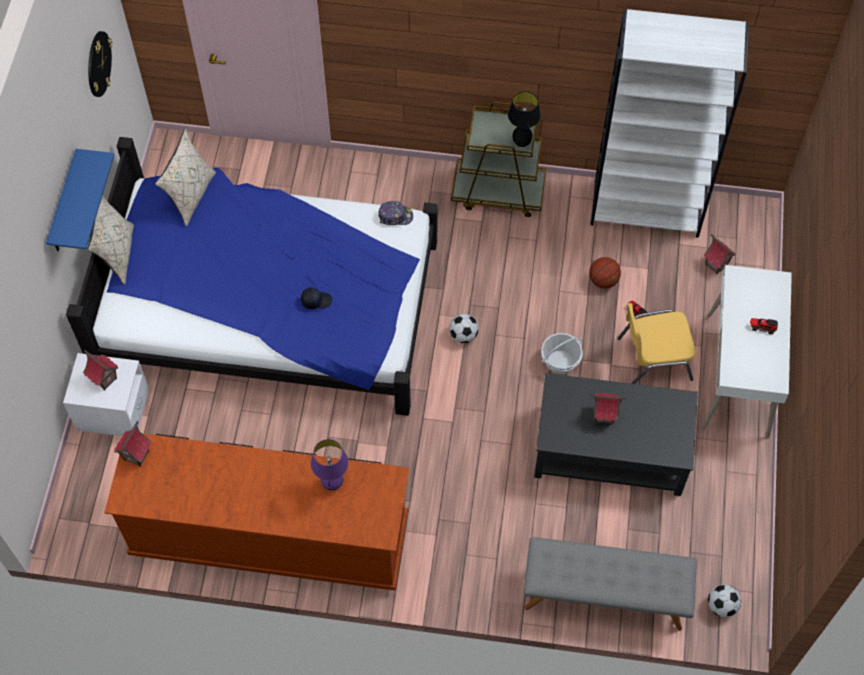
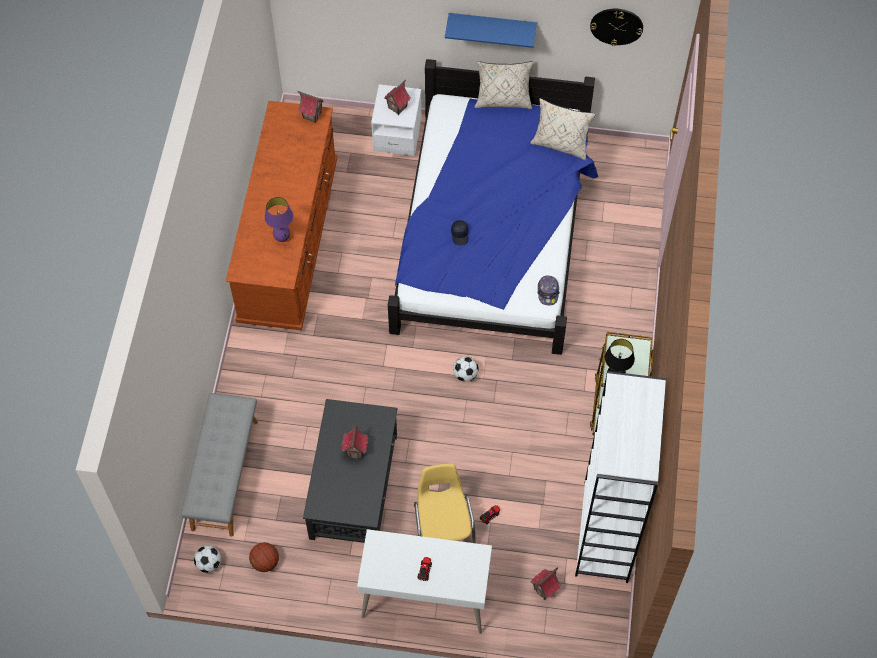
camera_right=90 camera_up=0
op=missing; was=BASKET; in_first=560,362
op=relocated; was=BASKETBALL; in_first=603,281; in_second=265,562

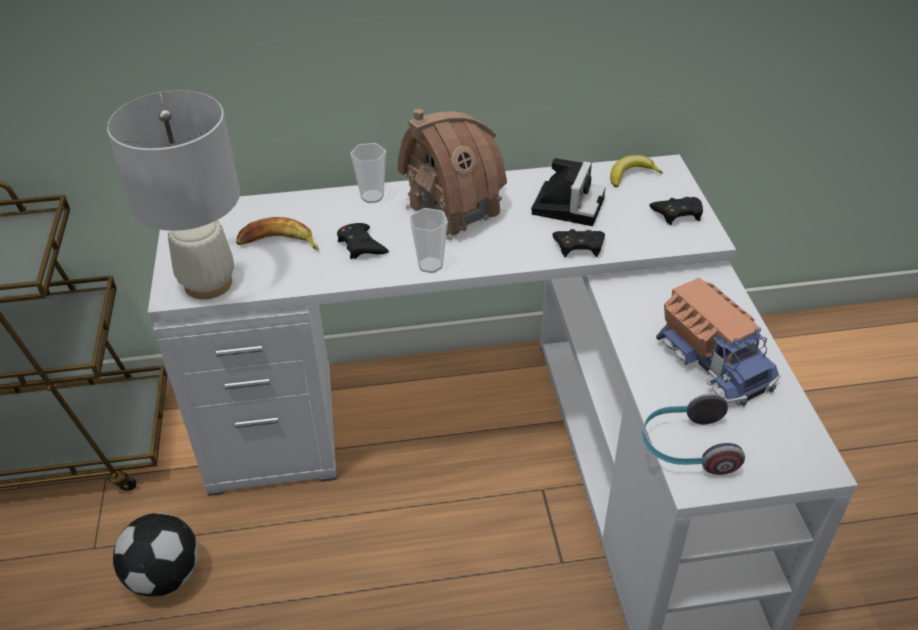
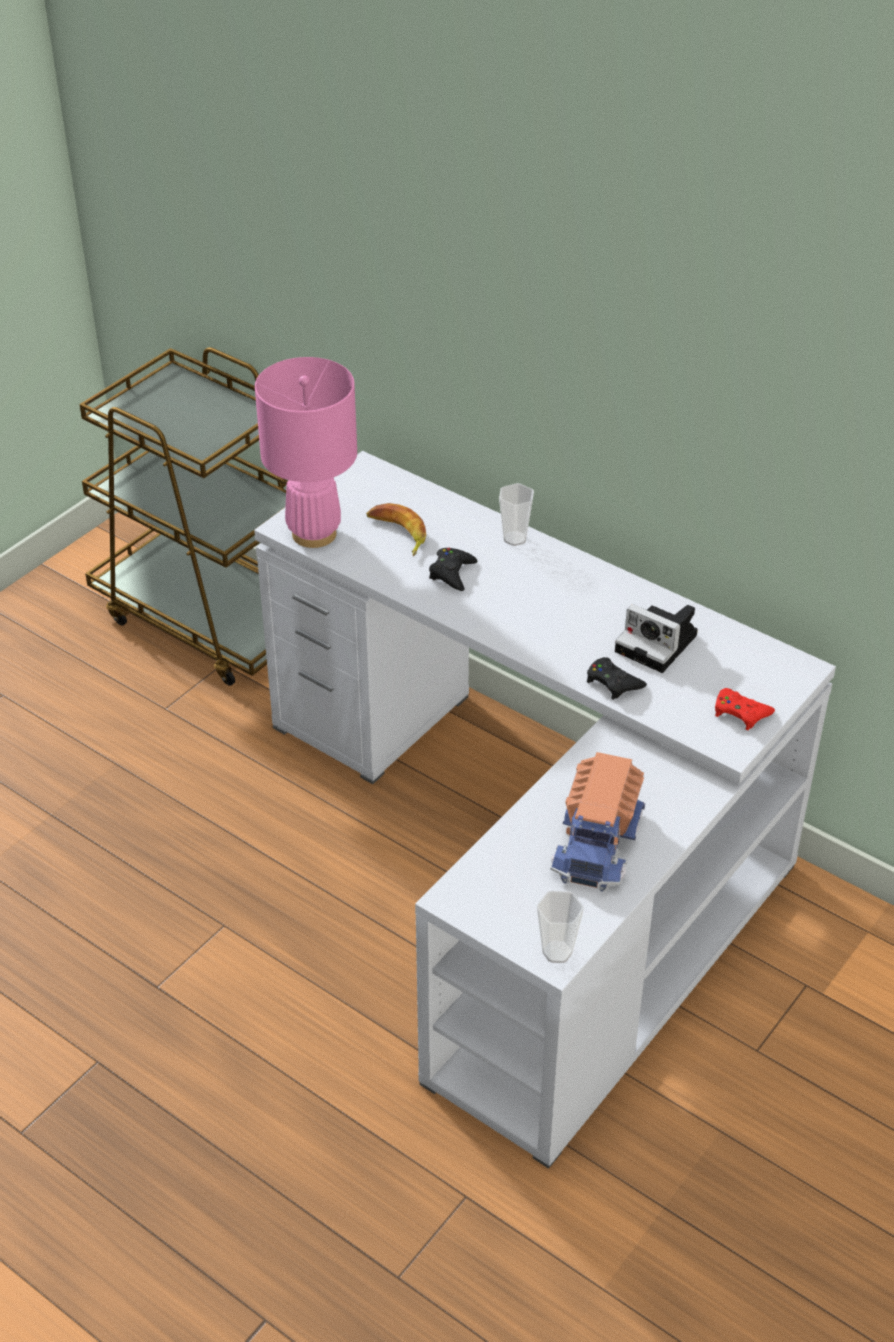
camera_right=45 camera_up=0
op=colour; was=WHITE TABLE LAMP; now=PINK TABLE LAMP; in_first=207,283; in_second=313,533
op=missing; was=FOOTBALL; in_first=164,575
op=missing; was=TOY HOUSE; in_first=454,209
op=relocated; was=CUP; in_first=430,265; in_second=557,952
op=spun; was=PHOTO CAMERA; in_first=567,204; in_second=659,644; clockwise=60
op=missing; was=BANANA; in_first=631,175
op=missing; was=HEADPHONES; in_first=686,448
op=colour; was=BLACK GAME CONTROLLER; now=RED GAME CONTROLLER; in_first=678,213; in_second=740,712

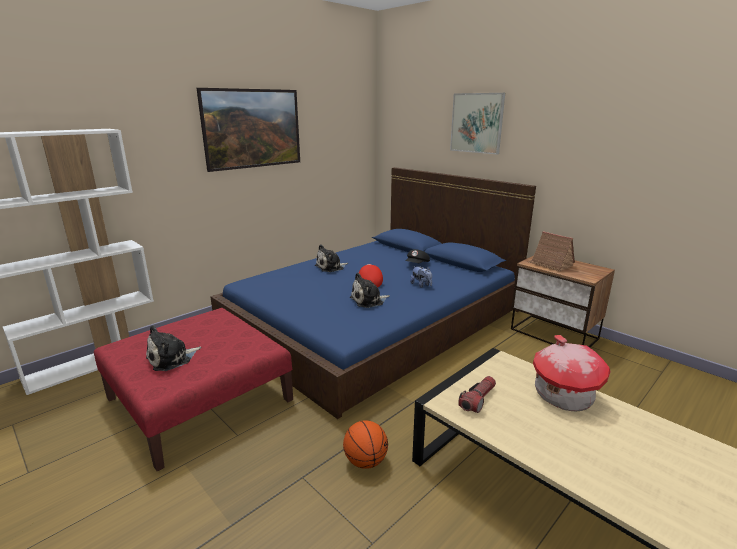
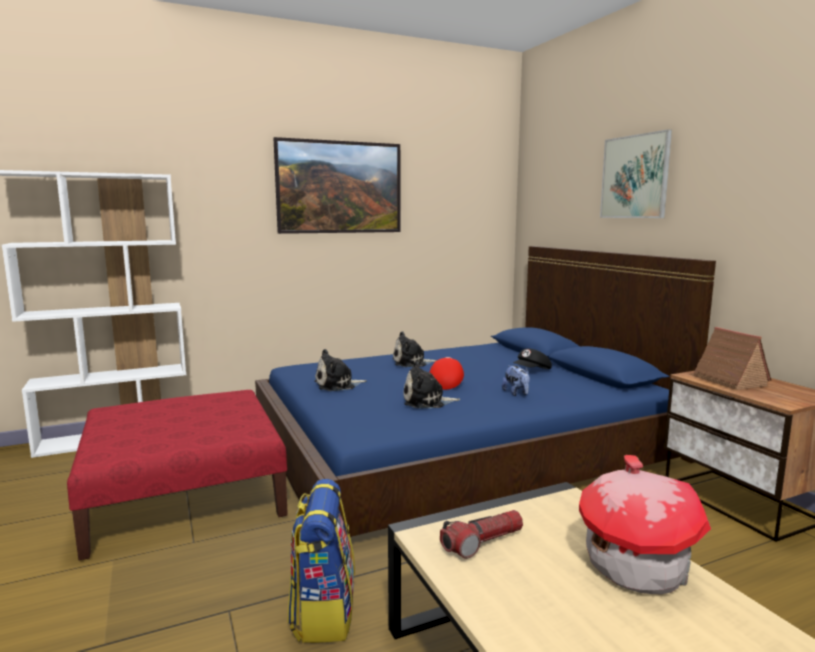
camera_right=20 camera_up=-10
op=relocated; was=PLUSH TOY; in_first=172,359; in_second=337,385
op=exchanged; was=BASKETBALL; now=BACKPACK; in_first=365,461; in_second=323,612

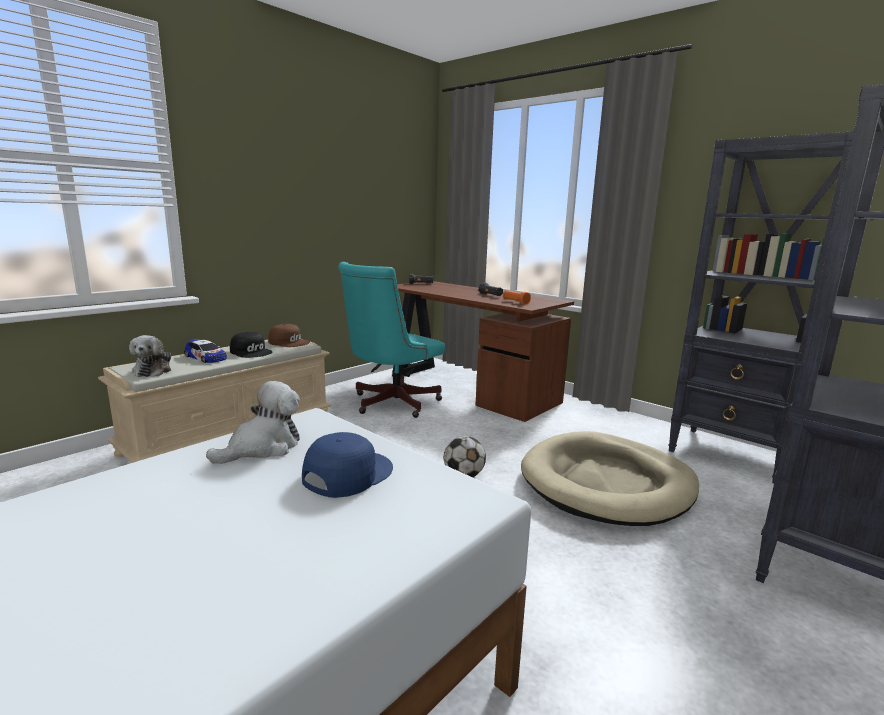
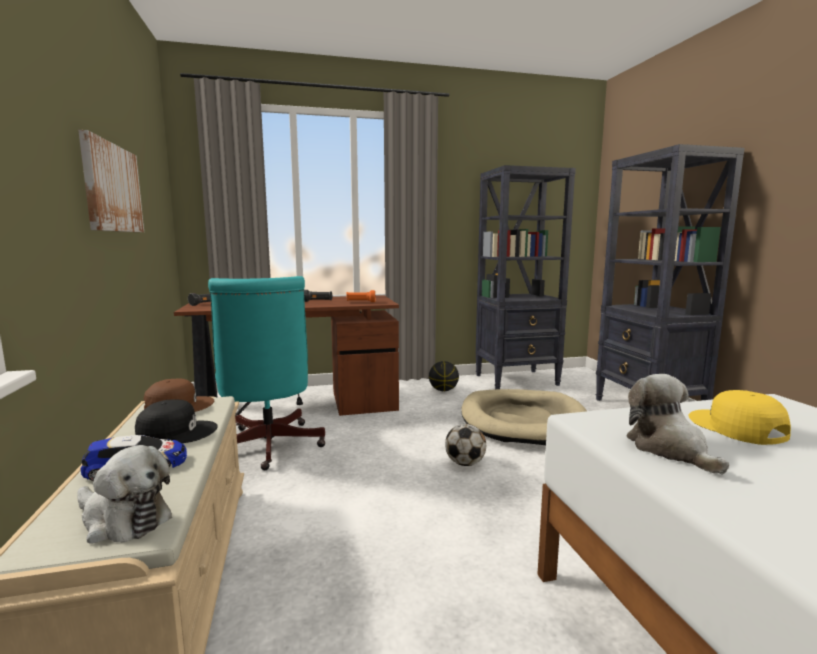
camera_right=-55 camera_up=-5
op=colour; was=BLUE CAP; now=YELLOW CAP; in_first=347,474; in_second=735,427
op=appeared; now=PICTURE; in_second=112,188
op=appeared; now=BASKETBALL; in_second=443,390

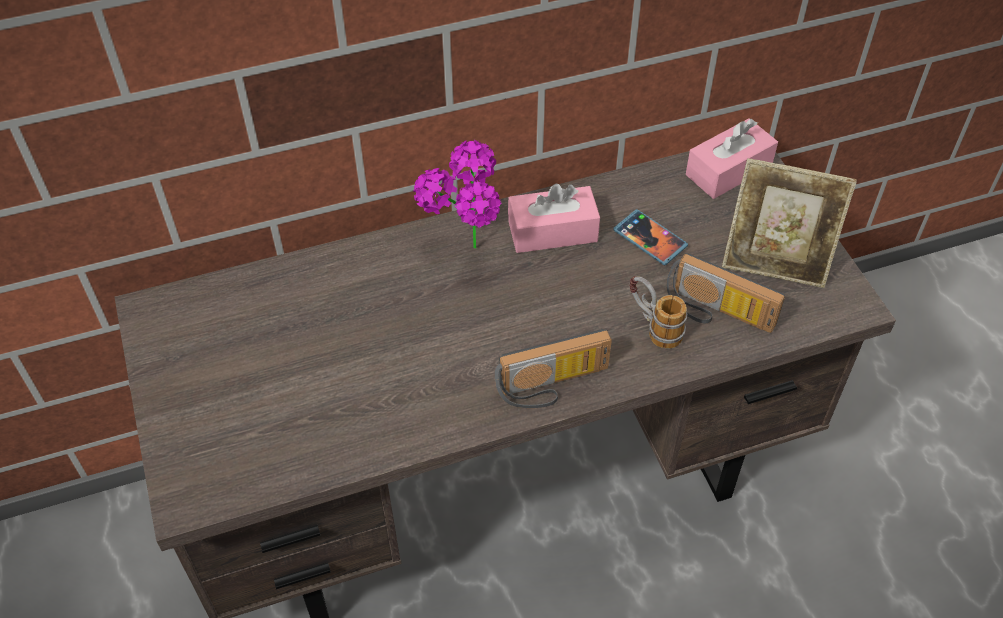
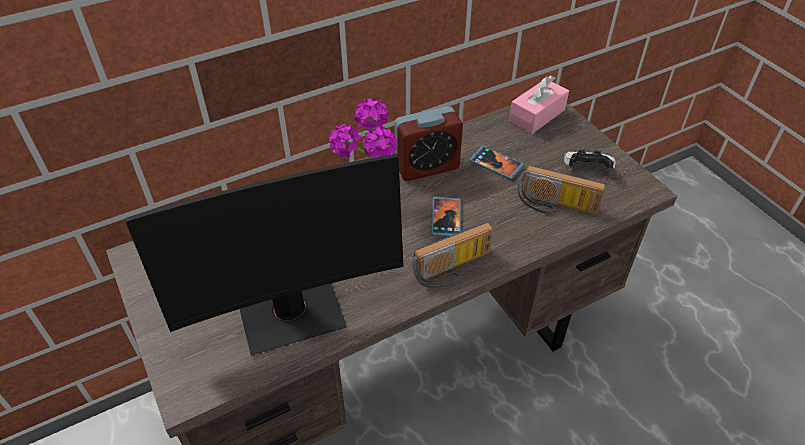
camera_right=-10 camera_up=-5
op=exchanged; was=PINK TISSUE BOX; now=ALARM CLOCK; in_first=552,231; in_second=427,167
op=missing; was=MUG; in_first=653,326
op=exchanged; was=PICTURE FRAME; now=GAME CONTROLLER; in_first=775,263; in_second=585,169
op=appeared; now=MONITOR; in_second=291,312
op=appeared; now=PHONE; in_second=446,218

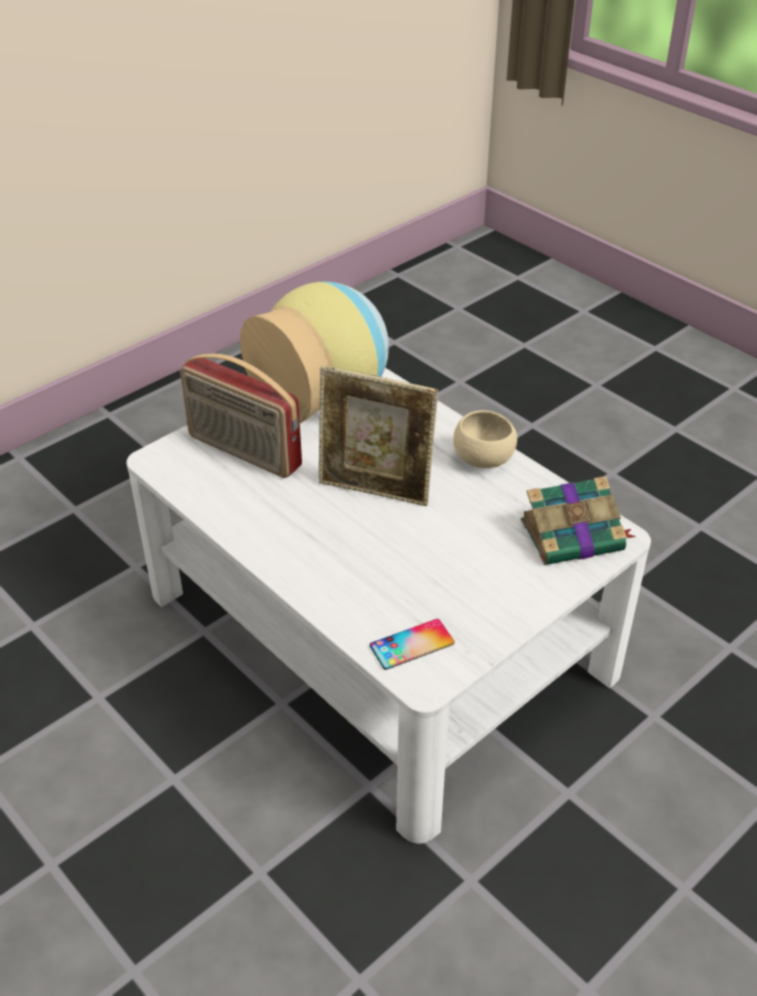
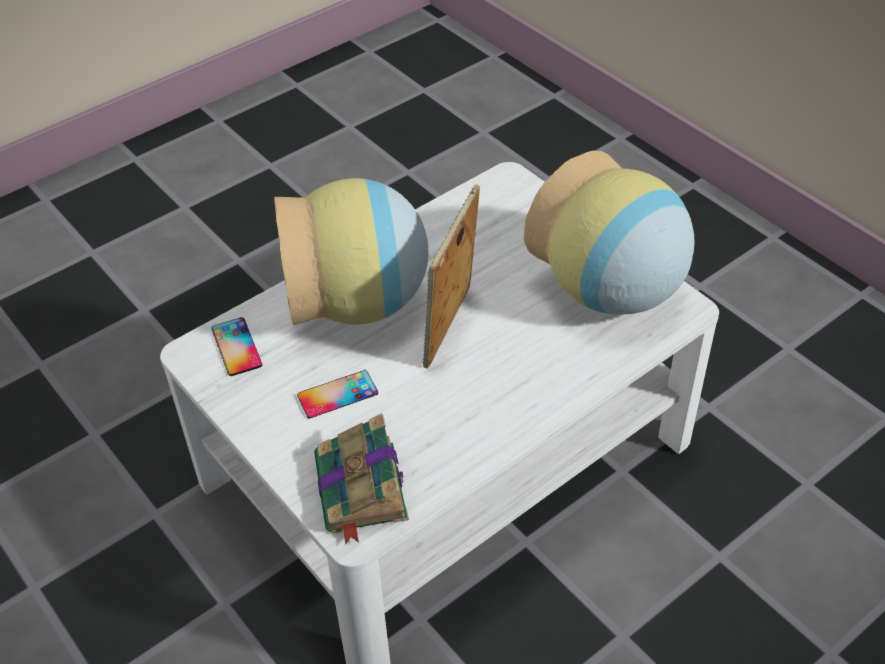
camera_right=95 camera_up=5
op=missing; was=RADIO; in_first=243,452
op=missing; was=BEIGE BOWL; in_first=483,460
op=appeared; now=VASE; in_second=358,303
op=appeared; now=PHONE; in_second=337,394

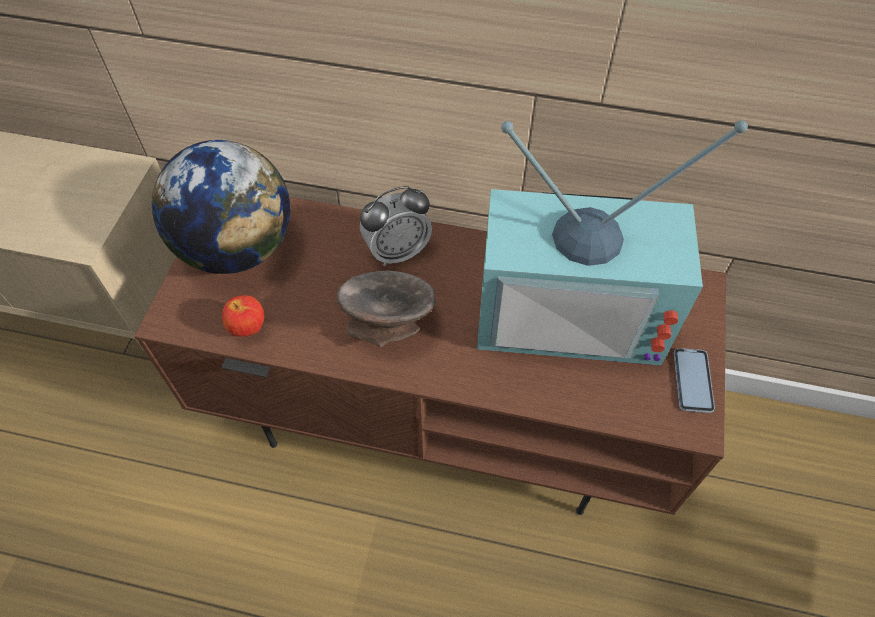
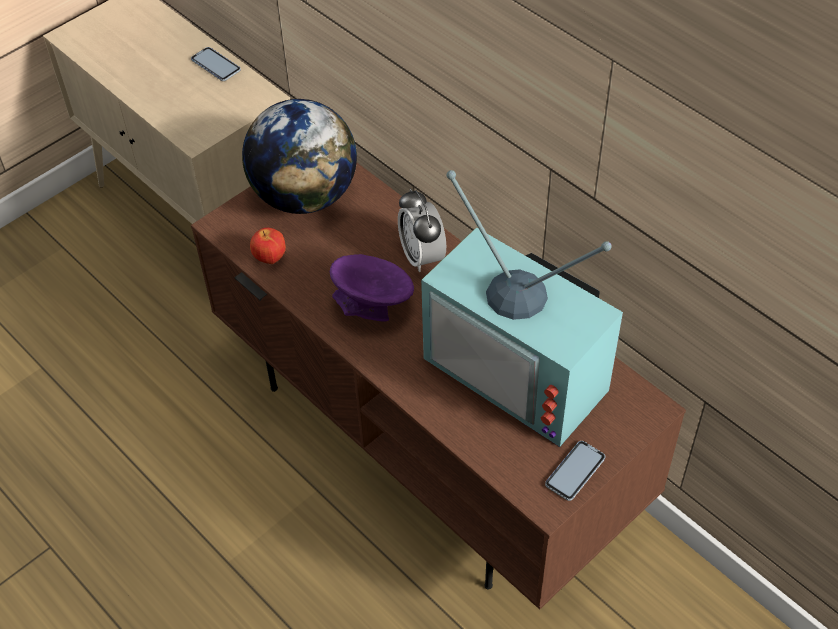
camera_right=35 camera_up=-5
op=colour; was=GREY BOWL; now=PURPLE BOWL; in_first=388,323; in_second=372,305
op=spun; was=ALARM CLOCK; in_first=397,251; in_second=422,256; clockwise=60
op=appeared; now=PHONE; in_second=216,65

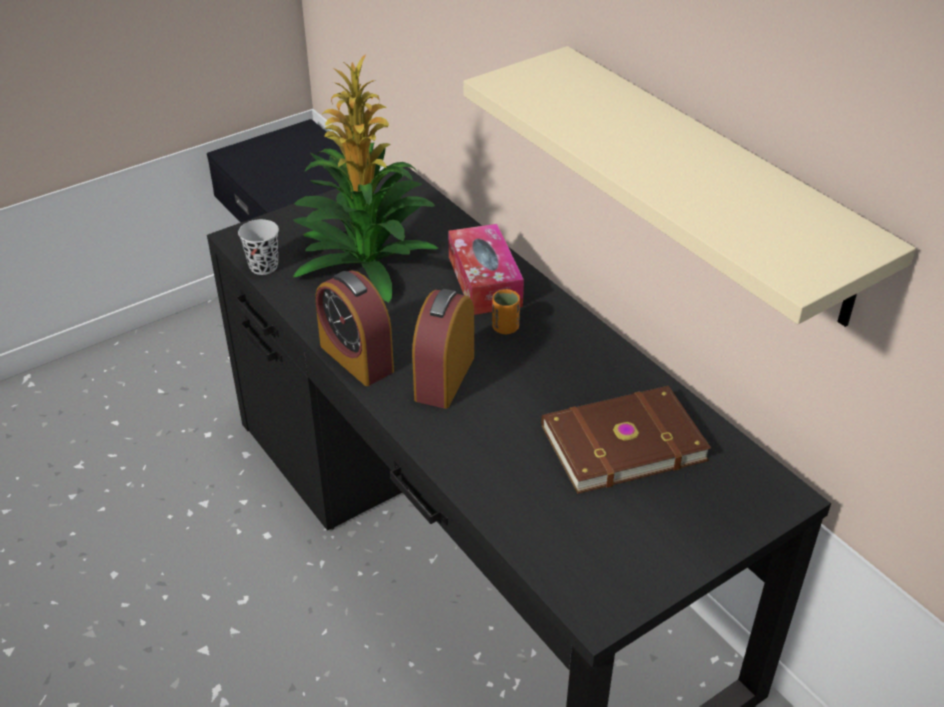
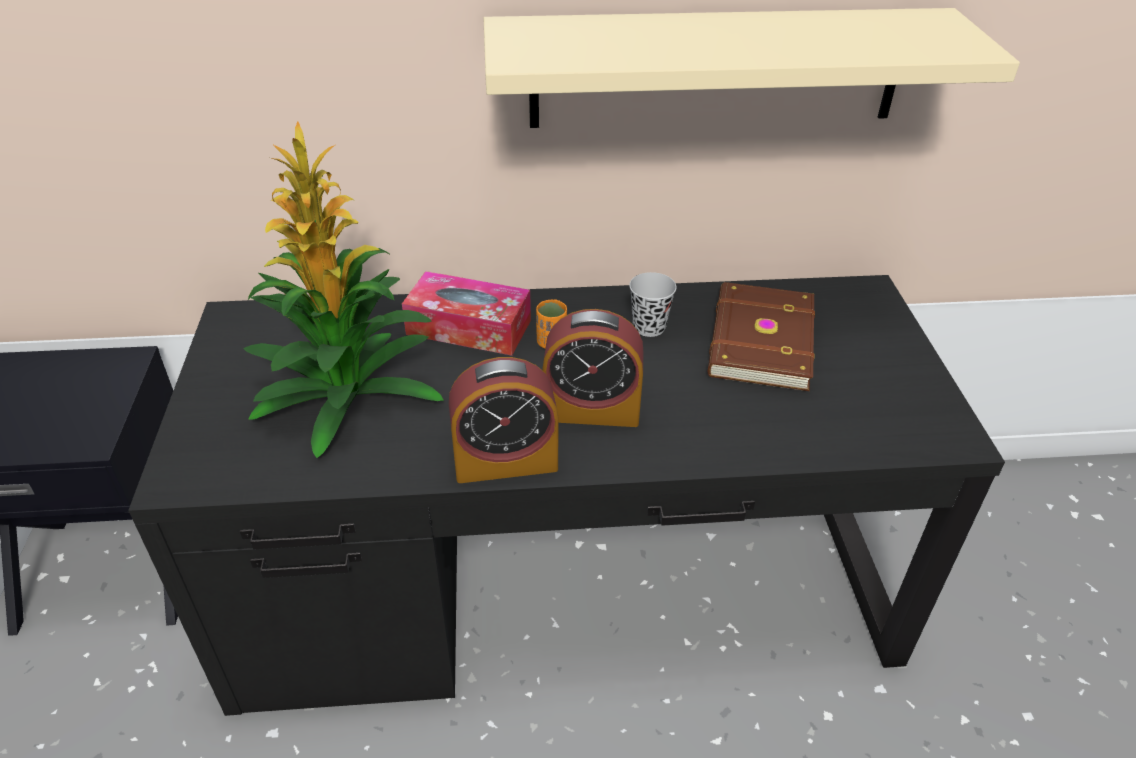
camera_right=-60 camera_up=0
op=relocated; was=BLACK CUP; in_first=263,266; in_second=649,327
op=spun; was=ALARM CLOCK; in_first=444,378; in_second=591,410; clockwise=-45

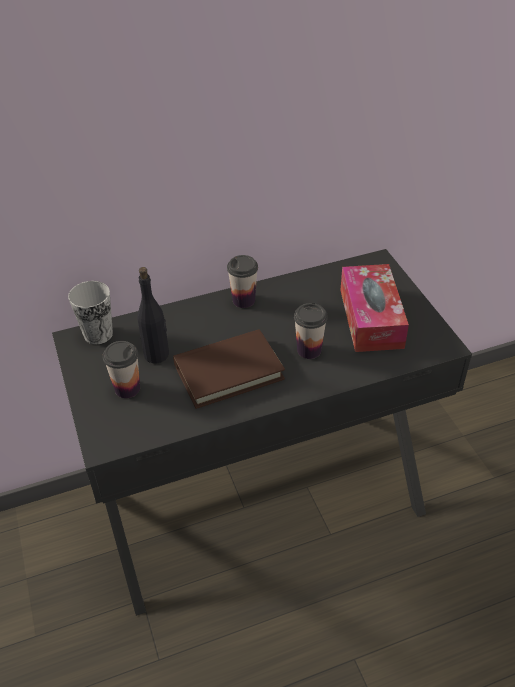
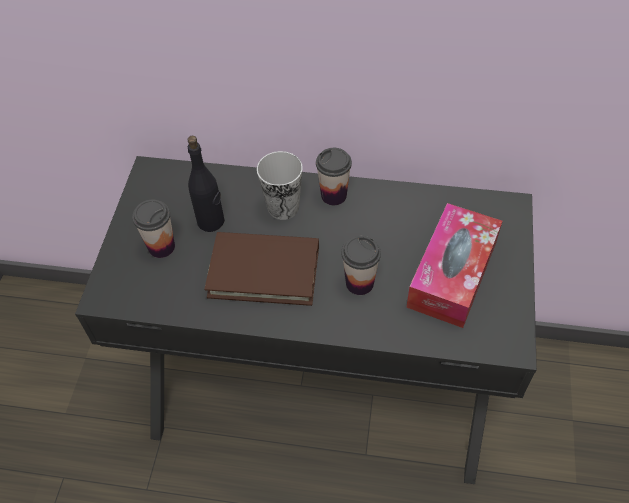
camera_right=30 camera_up=10
op=relocated; was=CUP; in_first=98,334; in_second=283,207

